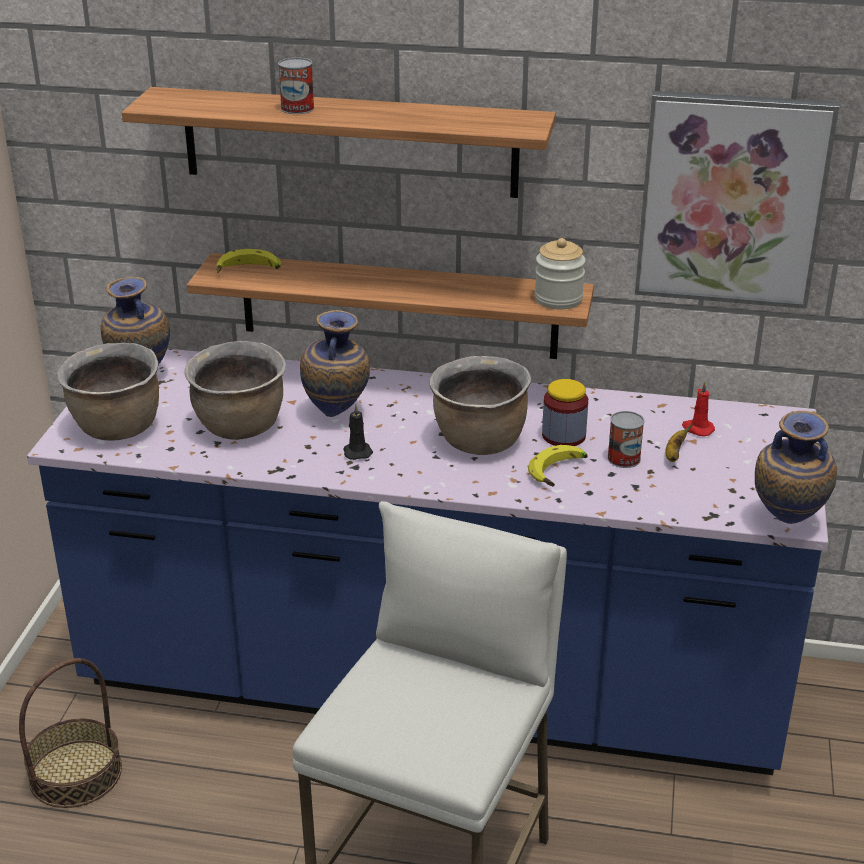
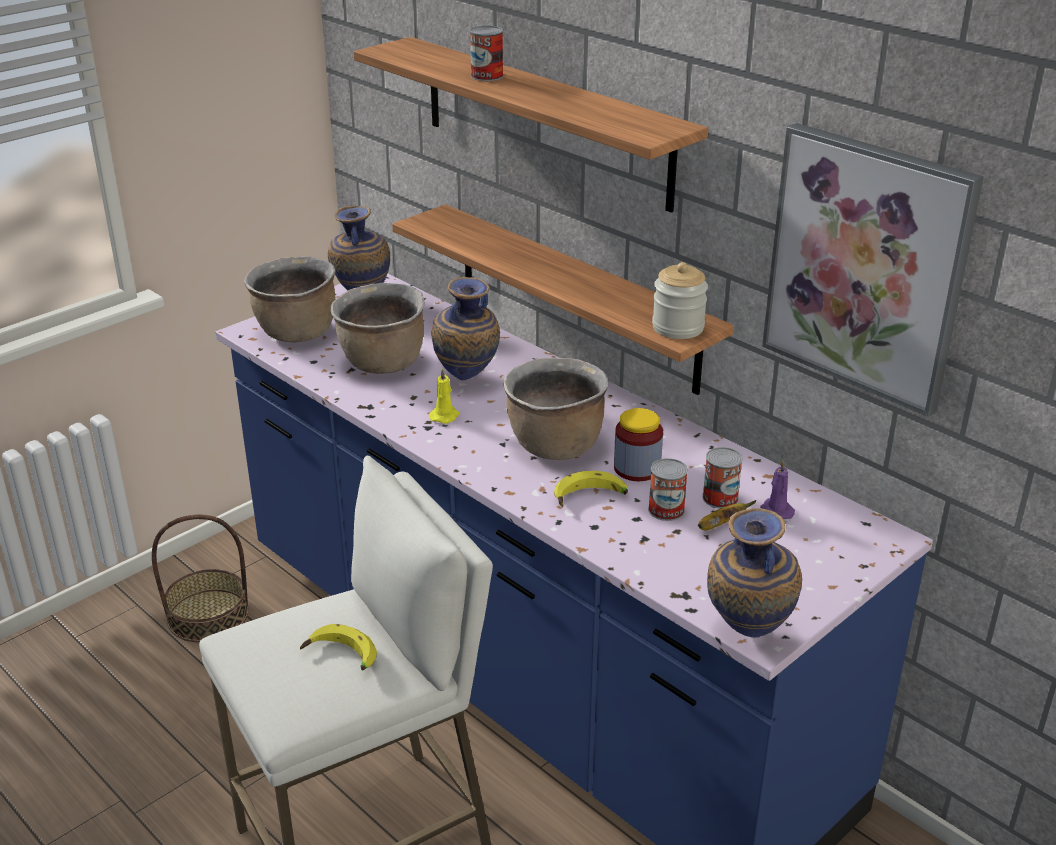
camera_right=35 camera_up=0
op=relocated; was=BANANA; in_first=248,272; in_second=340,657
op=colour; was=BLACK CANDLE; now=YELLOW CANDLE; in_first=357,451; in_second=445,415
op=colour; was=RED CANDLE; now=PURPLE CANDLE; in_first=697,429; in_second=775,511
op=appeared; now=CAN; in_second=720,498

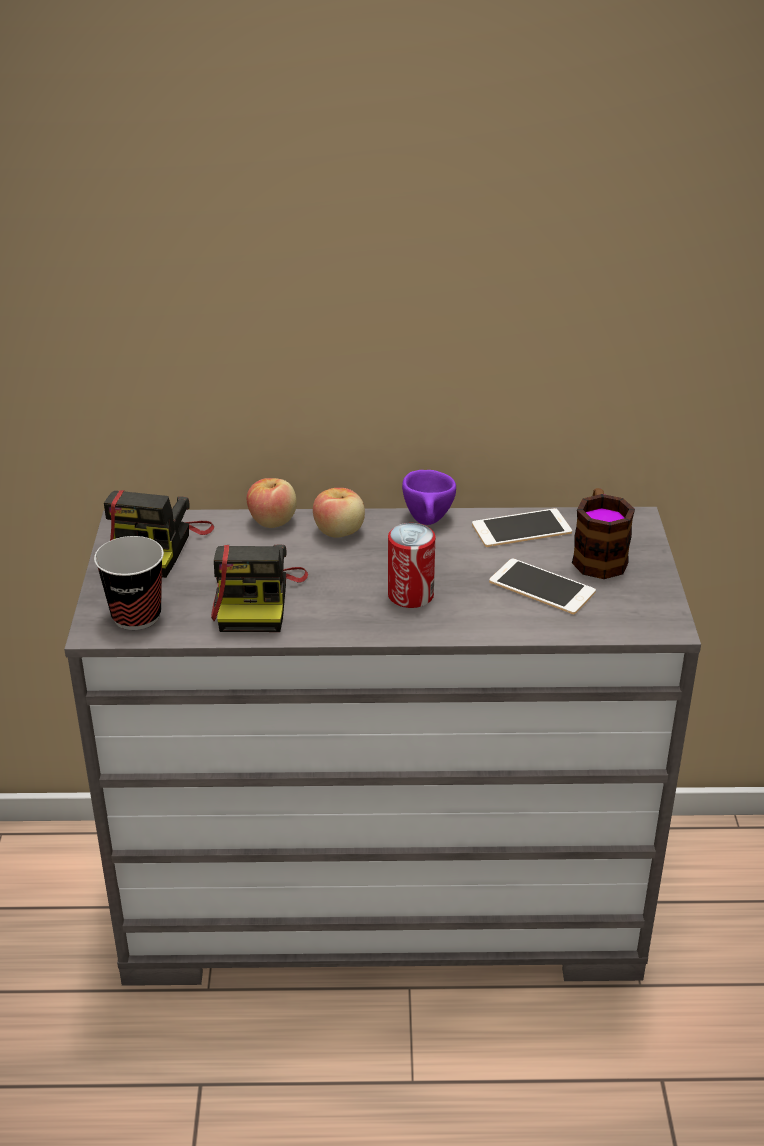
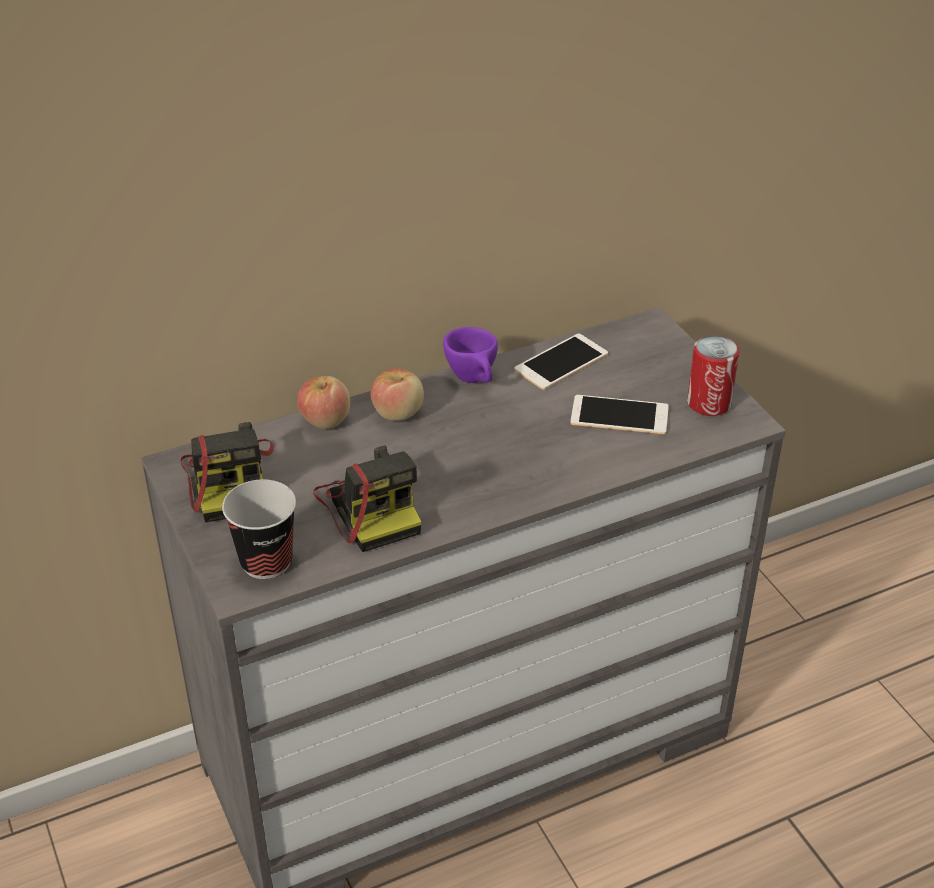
camera_right=-25 camera_up=5
op=relocated; was=CAN; in_first=410,595; in_second=709,403
op=missing; was=MUG; in_first=598,555

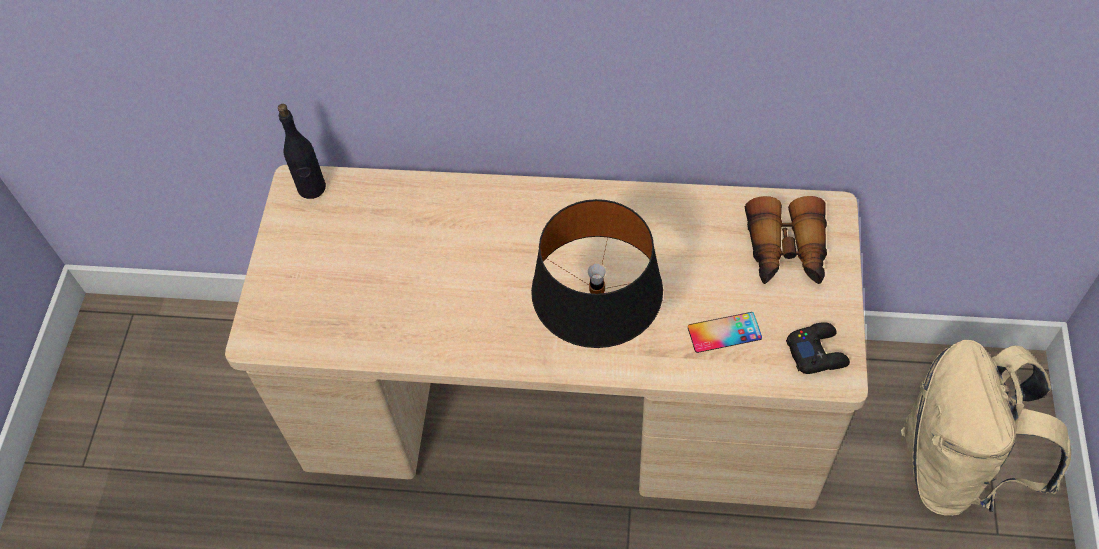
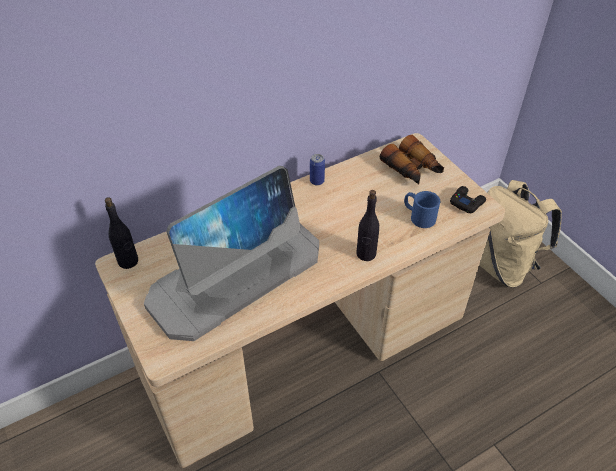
camera_right=-40 camera_up=-10
op=exchanged; was=BLACK TABLE LAMP; now=BLACK BOTTLE; in_first=599,347; in_second=366,254
op=exchanged; was=PHONE; now=BLUE MUG; in_first=724,332; in_second=418,216
op=appeared; now=MONITOR; in_second=237,275
op=appeared; now=CAN; in_second=317,181

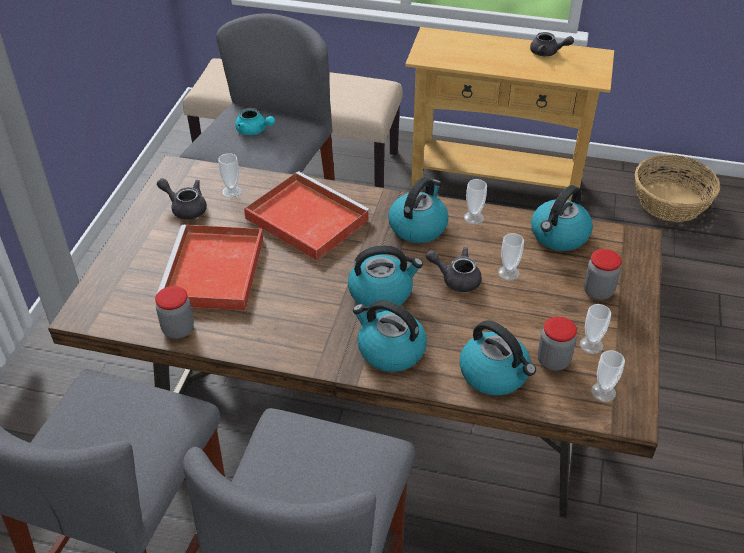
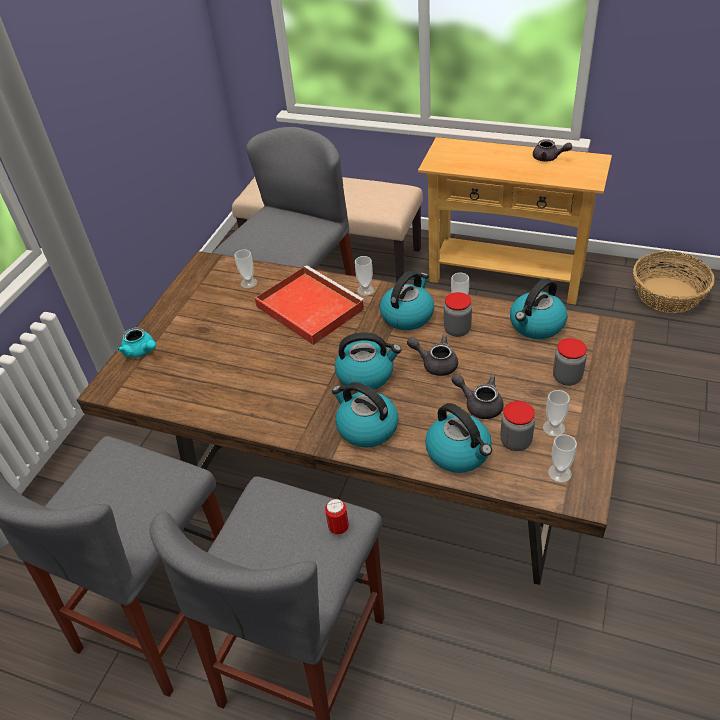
camera_right=10 camera_up=0
op=relocated; was=JAR; in_first=178,329; in_second=457,330
op=relocated; was=GREY TEAPOT; in_first=185,208; in_second=479,404
op=missing; was=RED TRAY; in_first=214,273
op=relocated; was=TURQUOISE TEAPOT; in_first=254,131; in_second=141,351
op=relocated; was=CUP; in_first=508,273; in_second=365,290
op=appeared; now=CAN; in_second=338,528

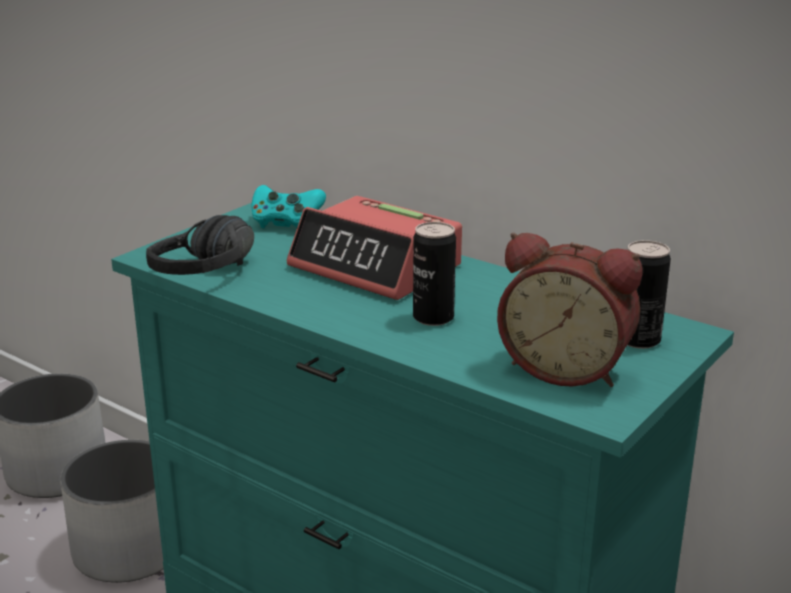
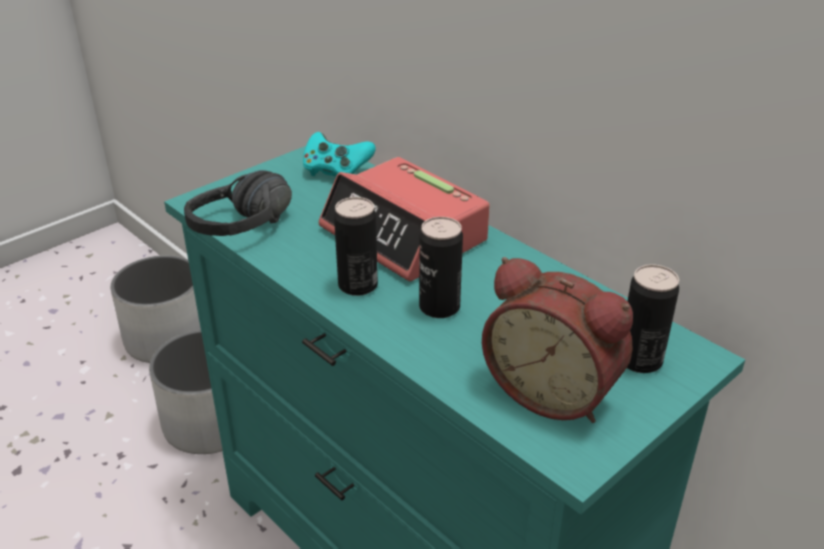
camera_right=10 camera_up=10
op=appeared; now=CAN; in_second=358,285

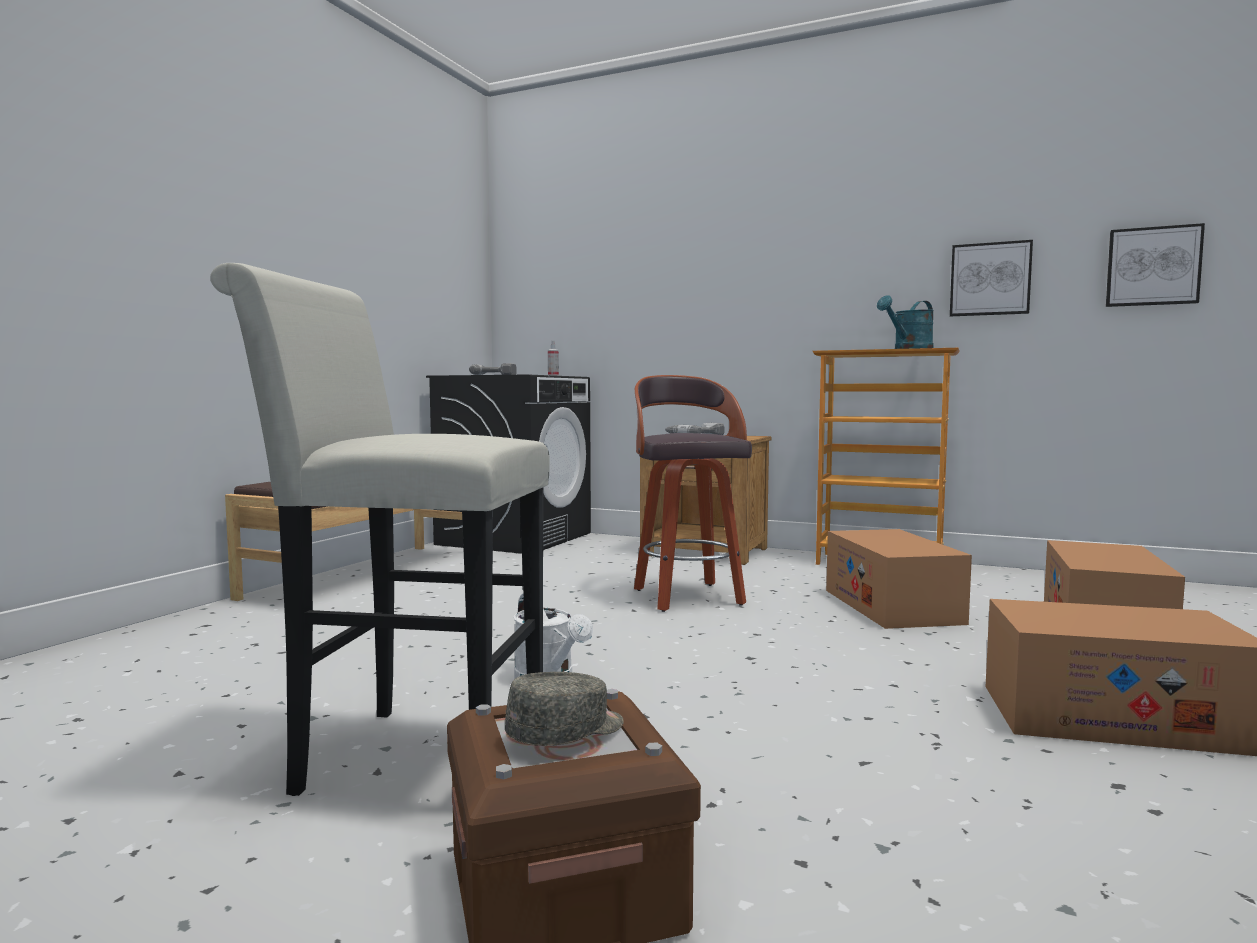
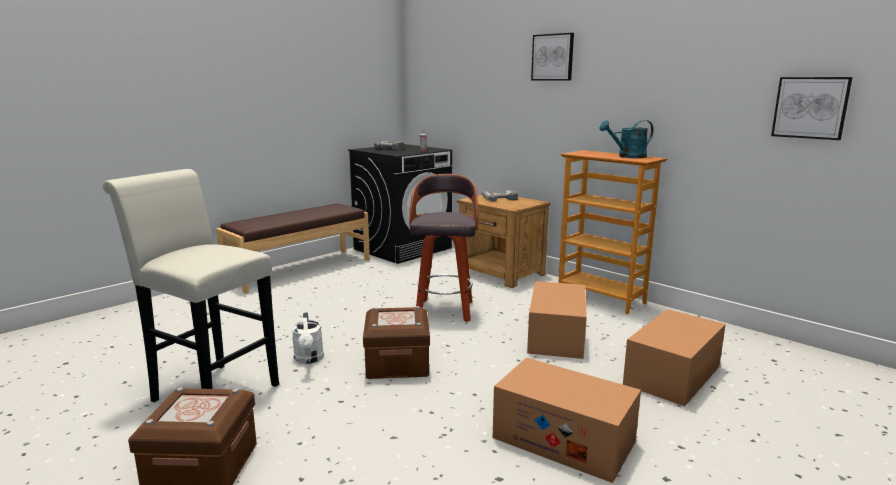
camera_right=20 camera_up=10
op=missing; was=GREY CAP; in_first=567,733
op=relocated; was=PICTURE; in_first=990,279; in_second=553,57
op=appeared; now=BROWN STORAGE BOX; in_second=397,363

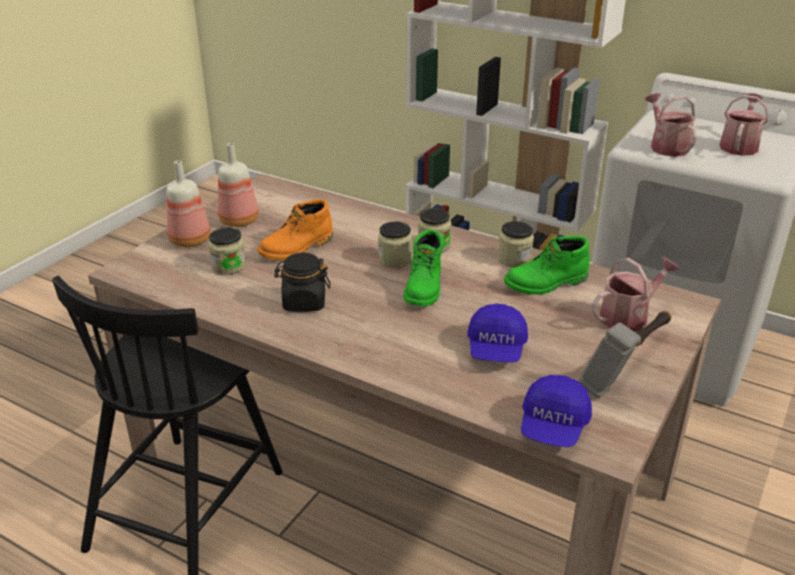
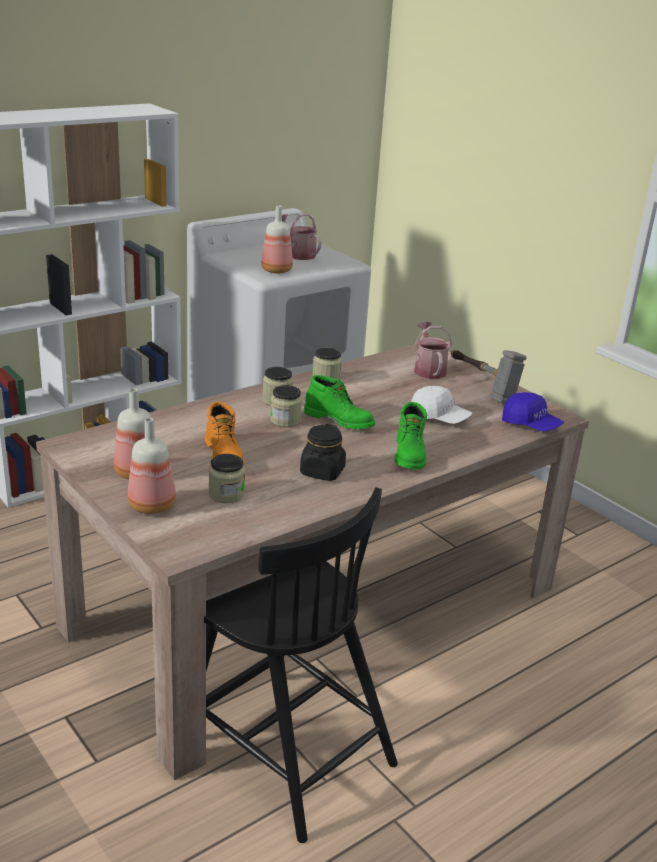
camera_right=-70 camera_up=-5
op=colour; was=BLUE CAP; now=WHITE CAP; in_first=496,349; in_second=439,418
op=relocated; was=GREEN BOOT; in_first=546,284; in_second=410,455
op=exchanged; was=WATERING CAN; now=BOTTLE; in_first=666,146; in_second=276,270

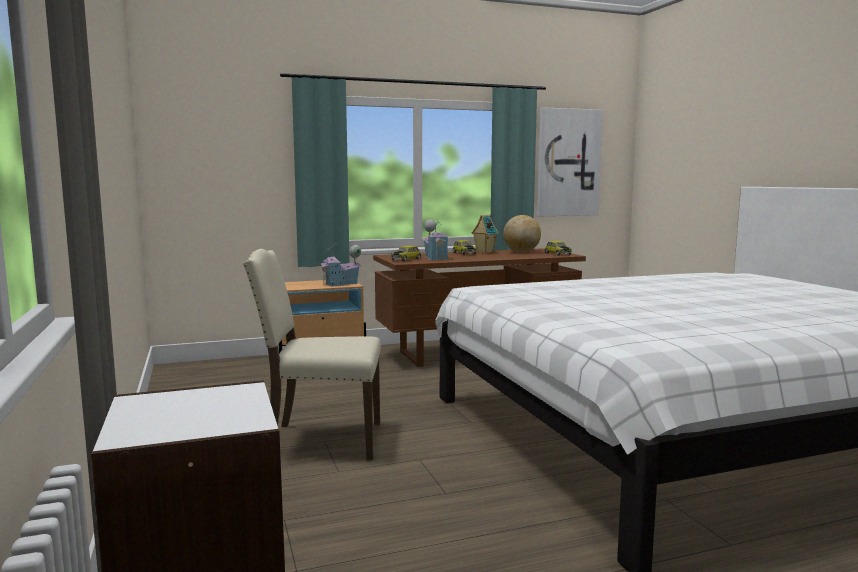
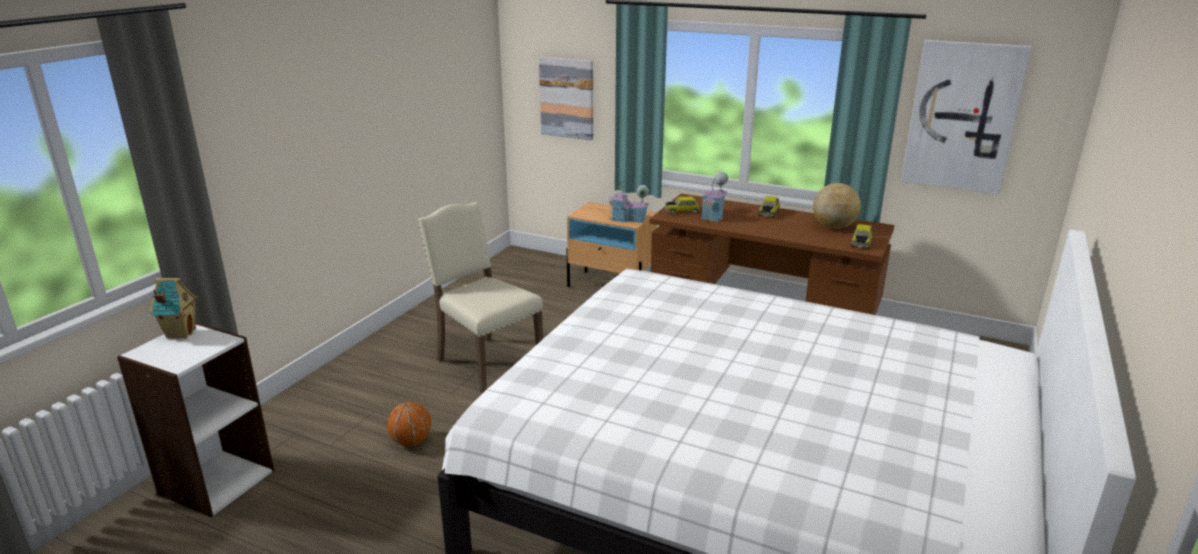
camera_right=45 camera_up=15
op=relocated; was=TOY HOUSE; in_first=484,252; in_second=180,333
op=appeared; now=BASKETBALL; in_second=411,441
op=appeared; now=PICTURE; in_second=567,98

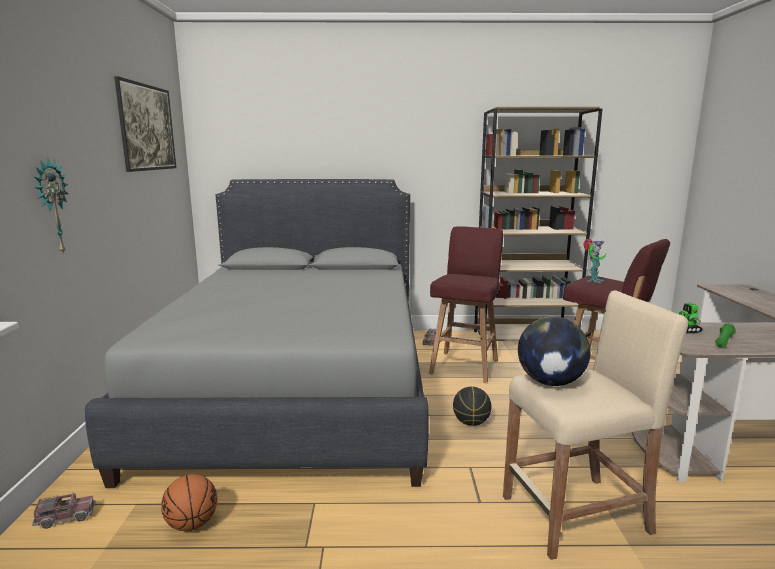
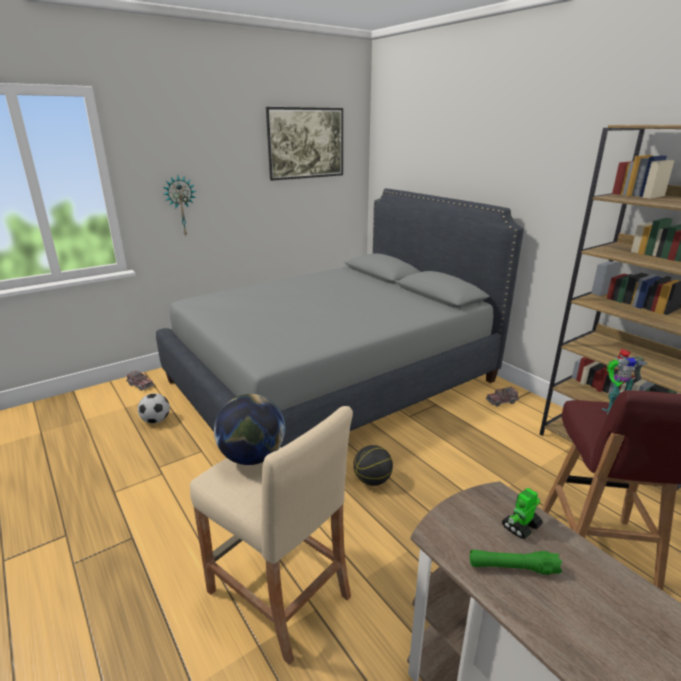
camera_right=55 camera_up=10
op=exchanged; was=BASKETBALL; now=FOOTBALL; in_first=192,524; in_second=156,420
op=missing; was=RED STOOL; in_first=465,366

